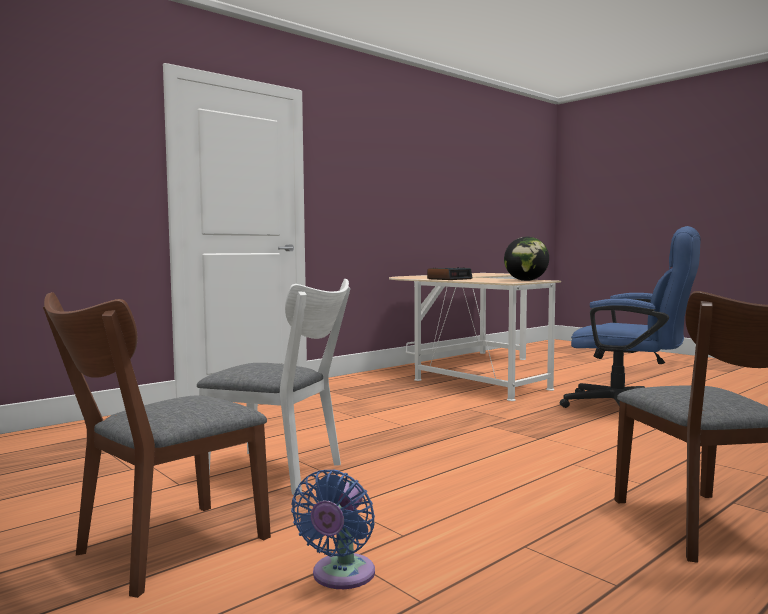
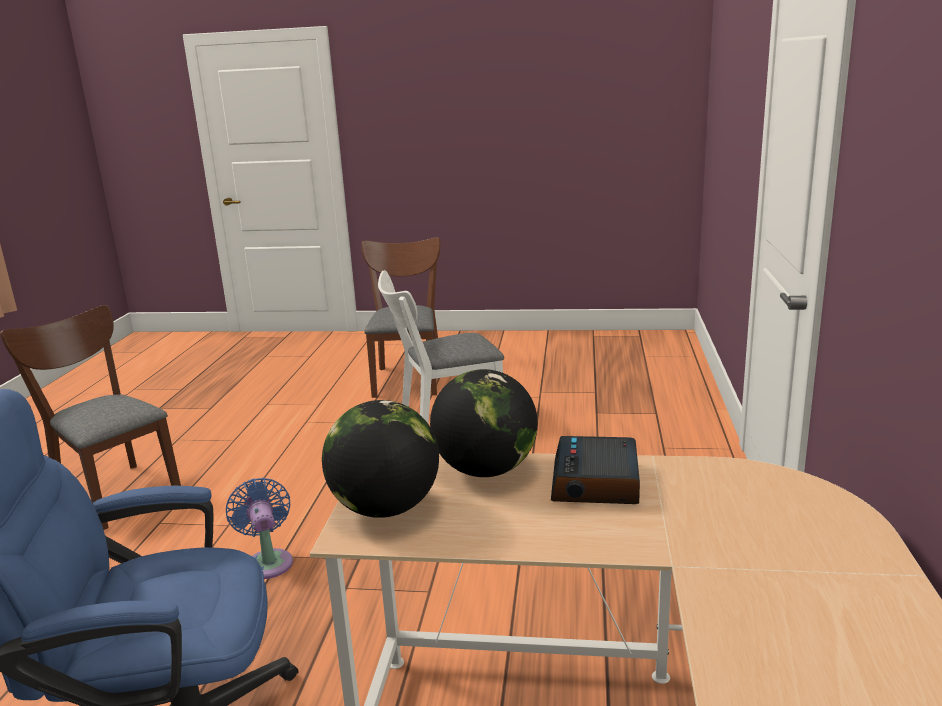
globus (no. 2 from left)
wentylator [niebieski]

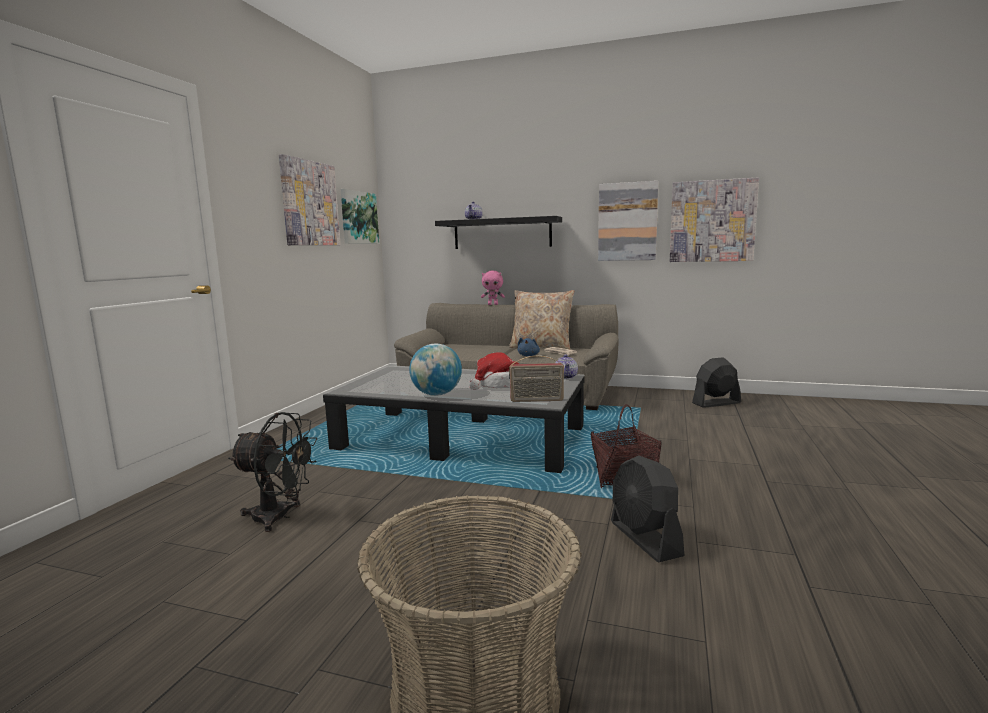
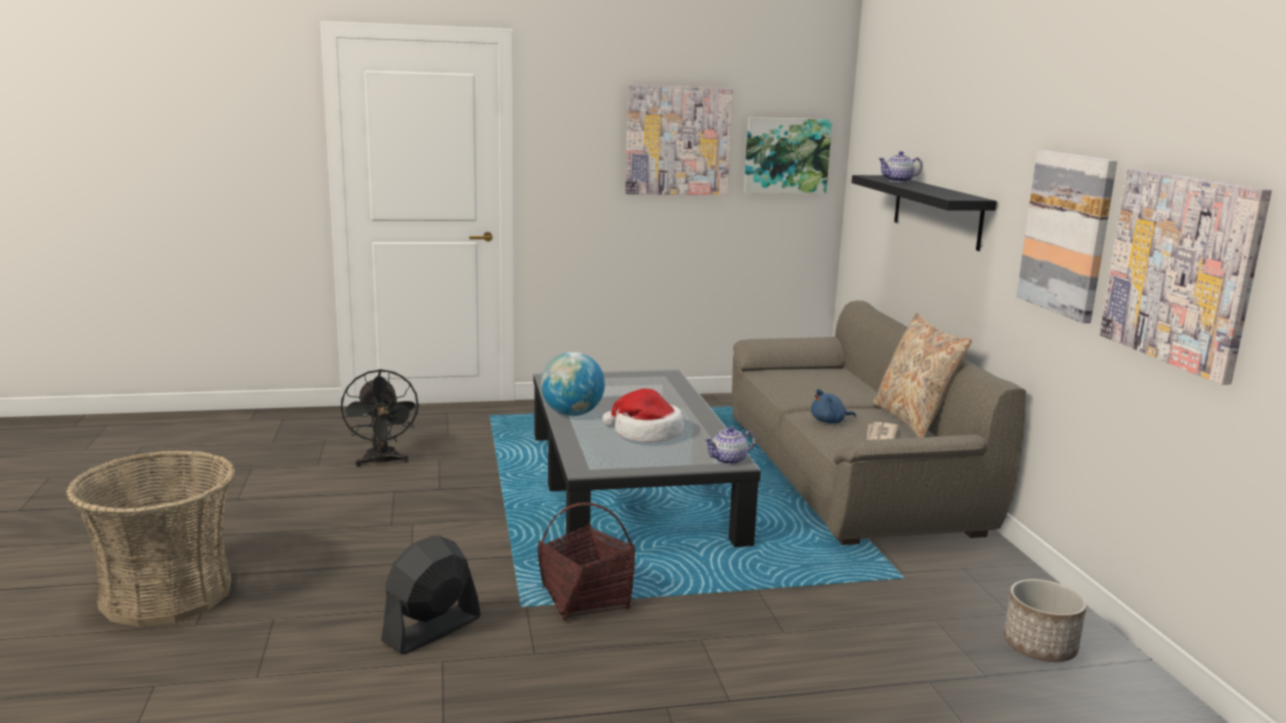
pluszak [różowy]
radio
donica

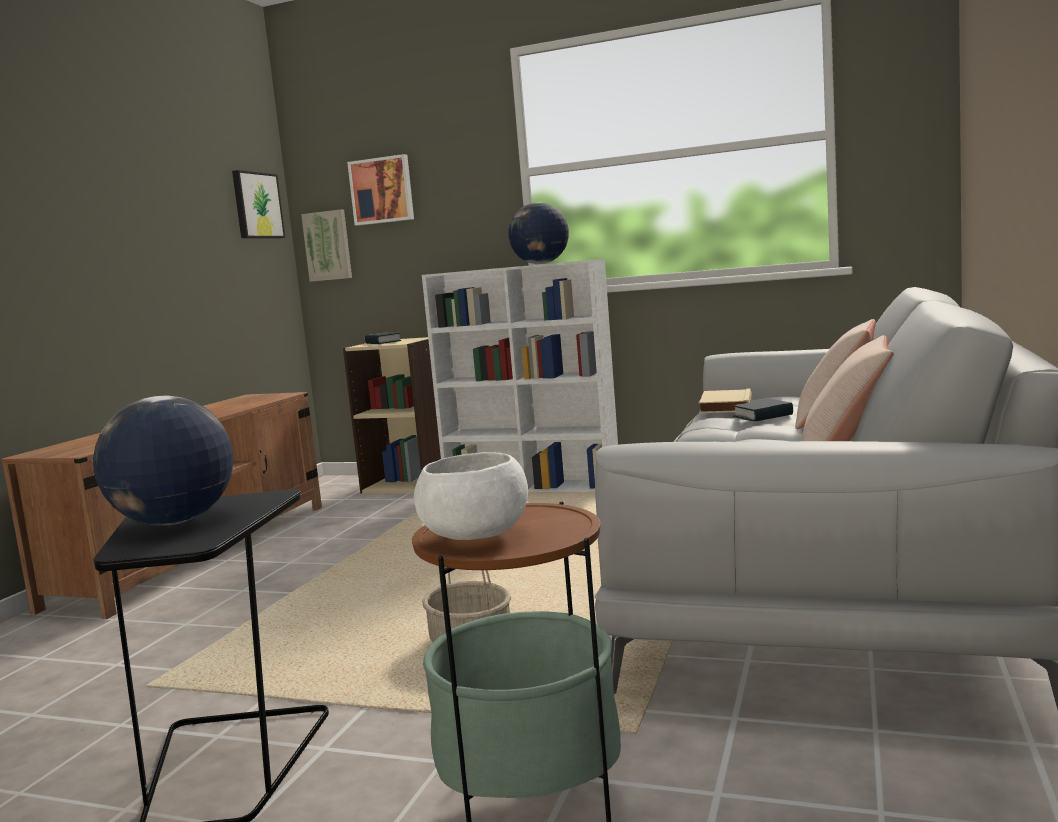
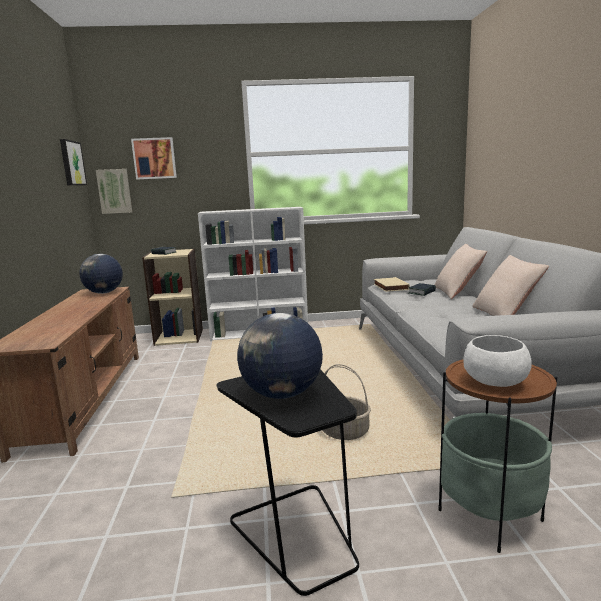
globus (no. 1 from left)

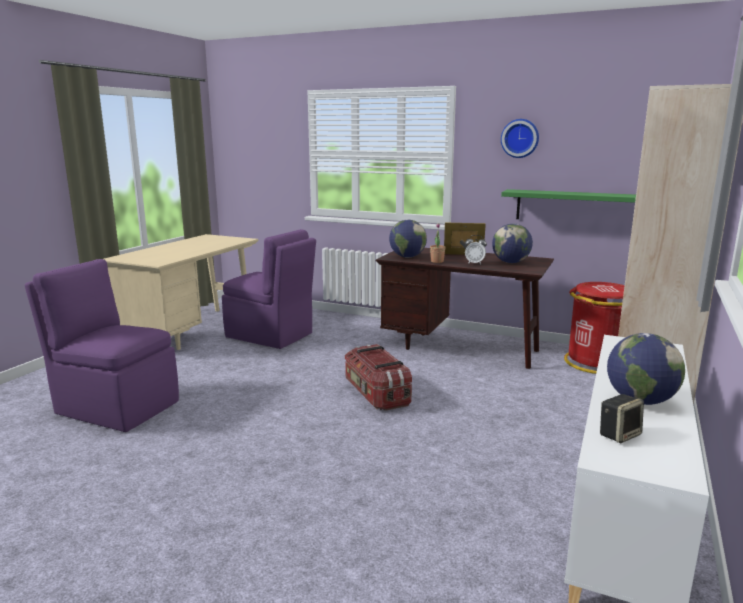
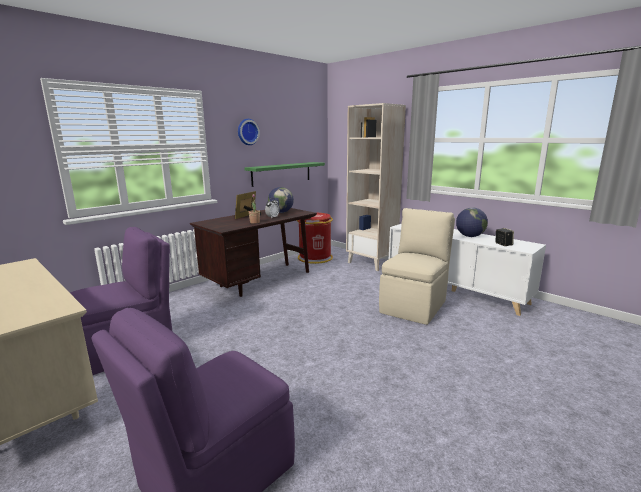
pojemnik do przechowywania
globus (no. 1 from left in the first image)
krzesło [beżowy]

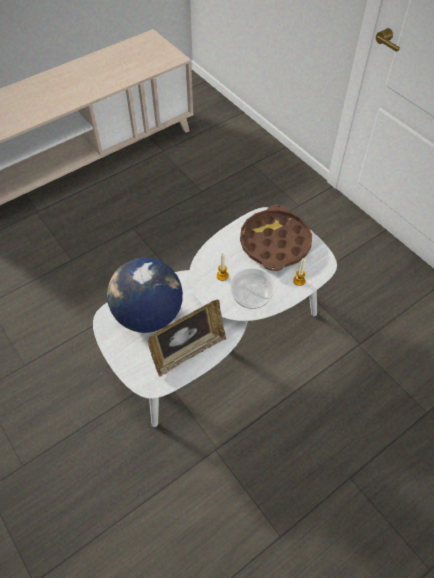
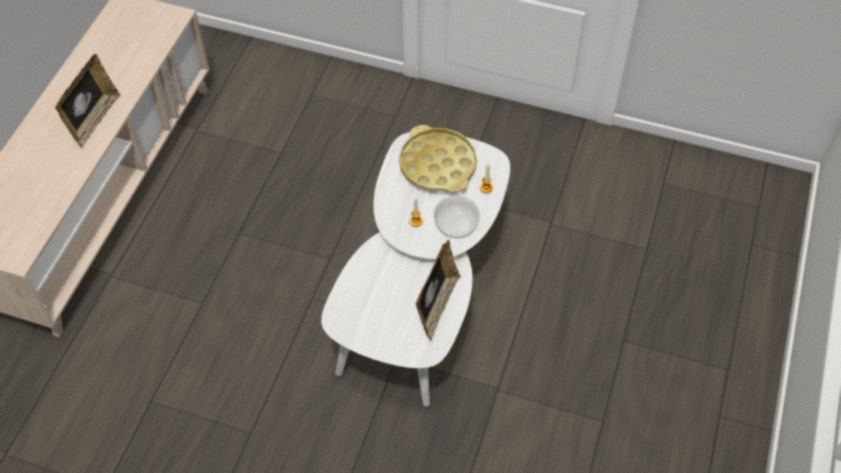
globus
ramka na zdjęcie (no. 1 from left)
taca [żółty]

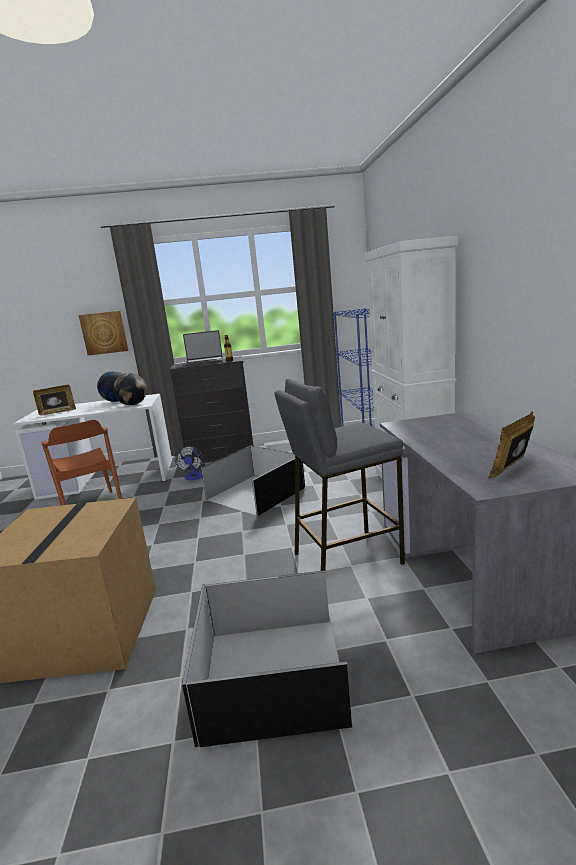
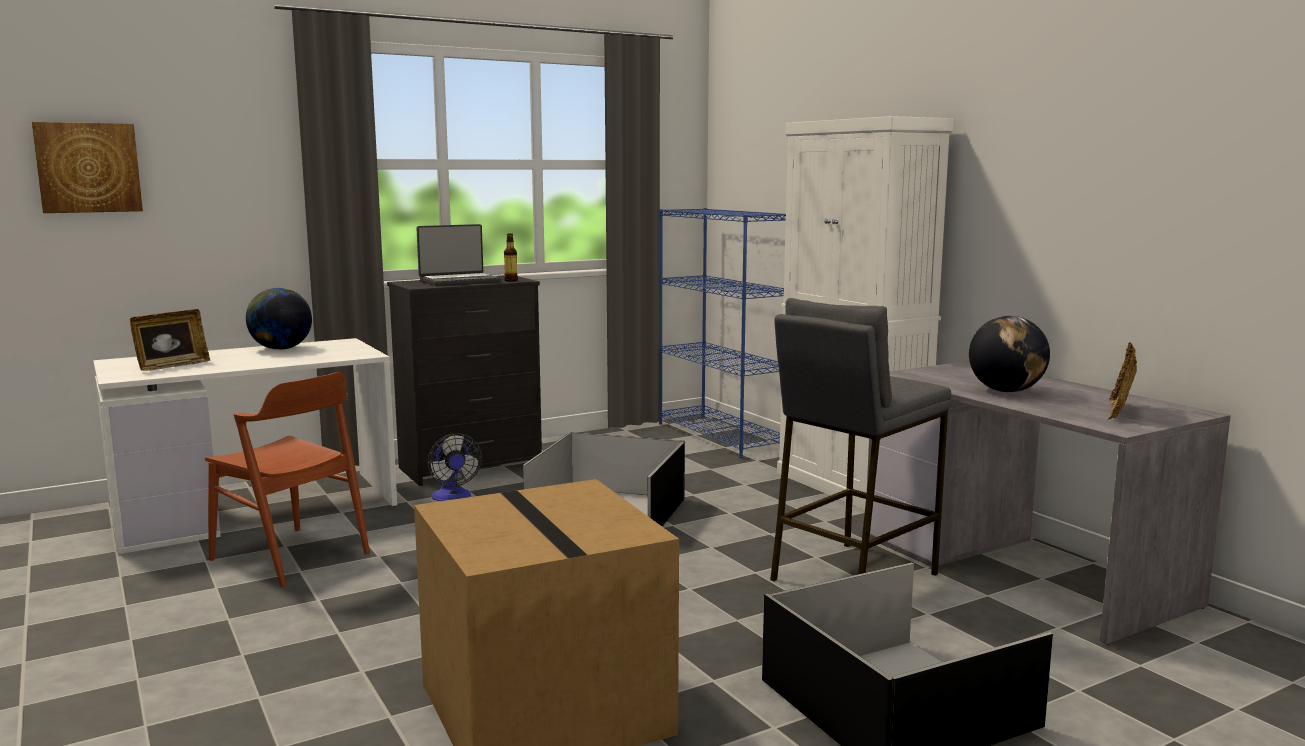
obraz
globus (no. 2 from left)

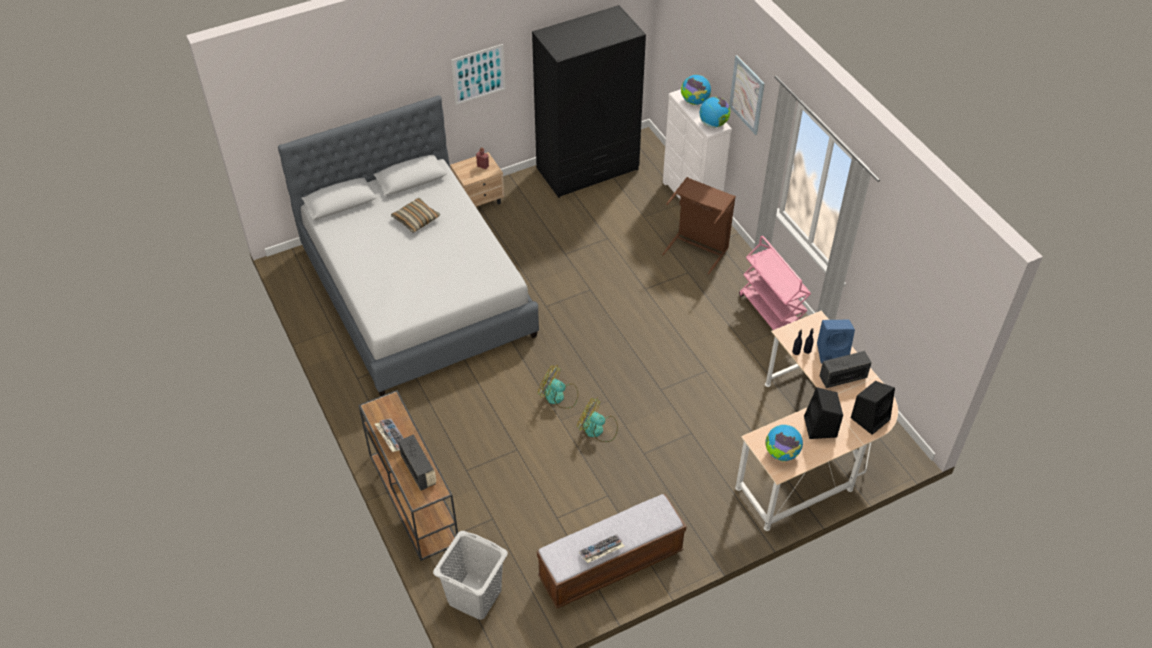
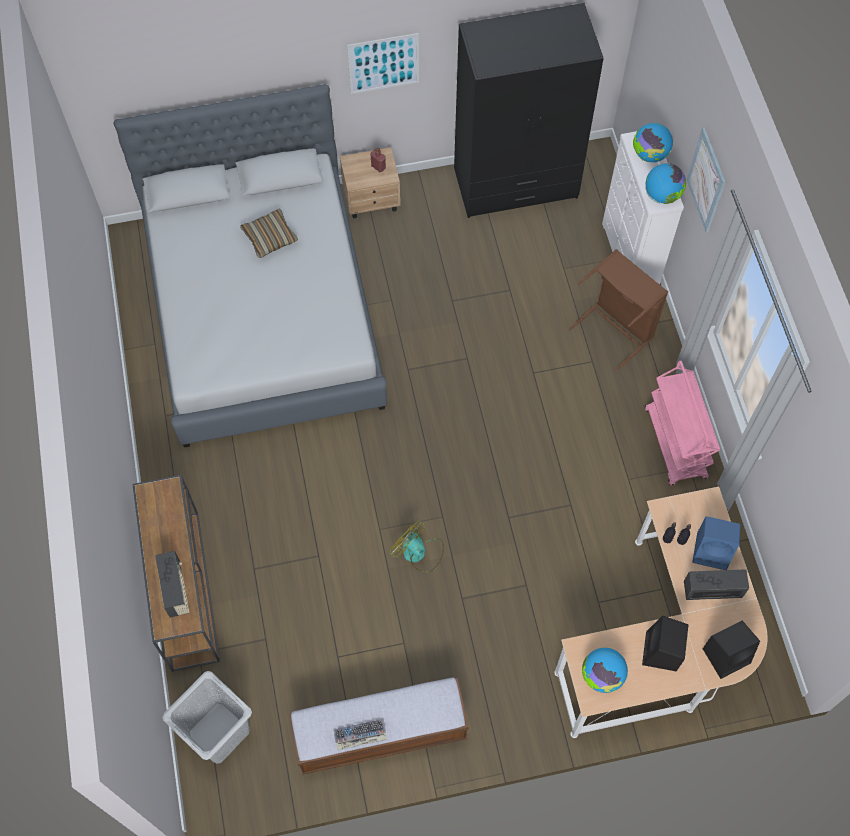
klawiatura (no. 1 from left in the first image)
wentylator (no. 1 from left in the first image)

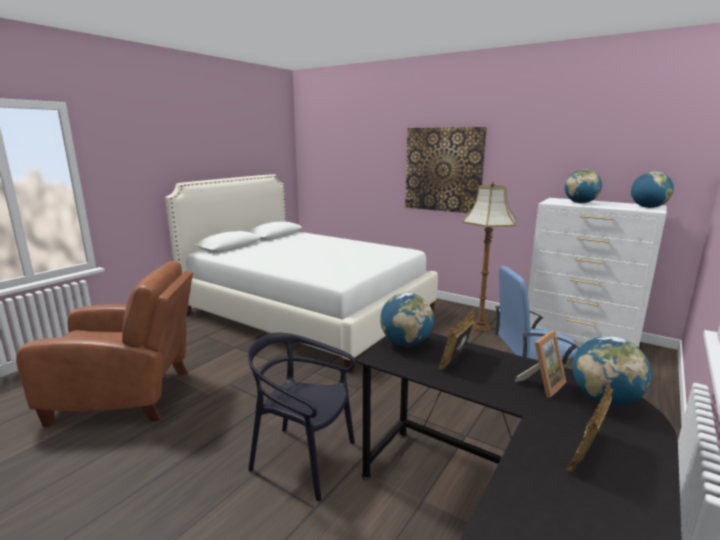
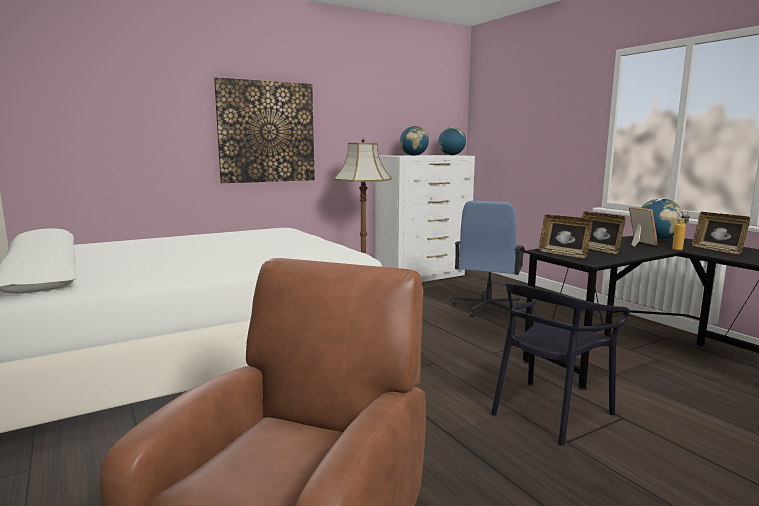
butelka
ramka na zdjęcie (no. 1 from left)

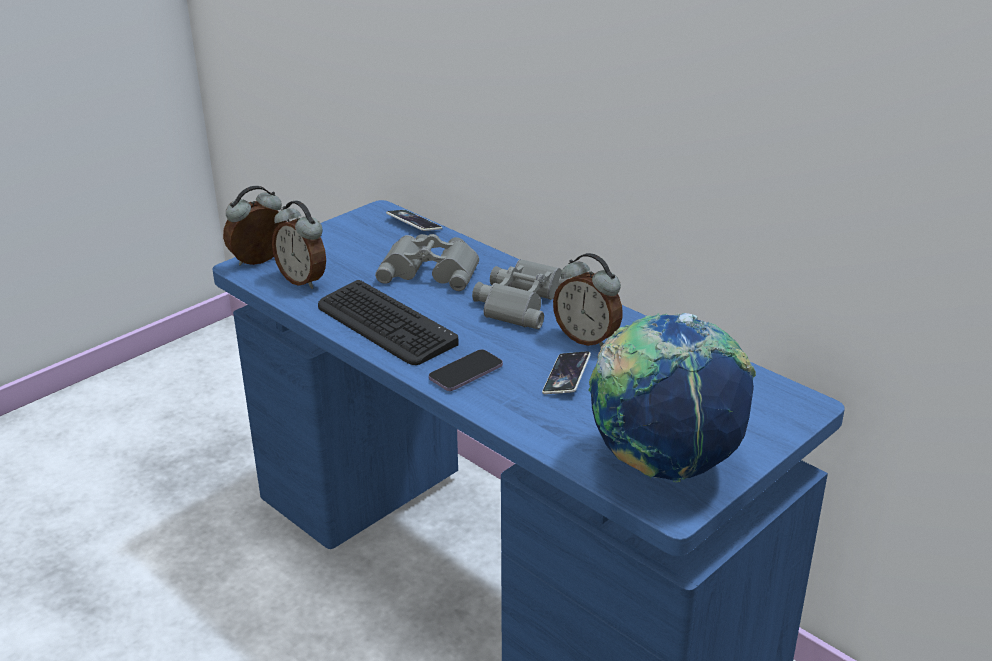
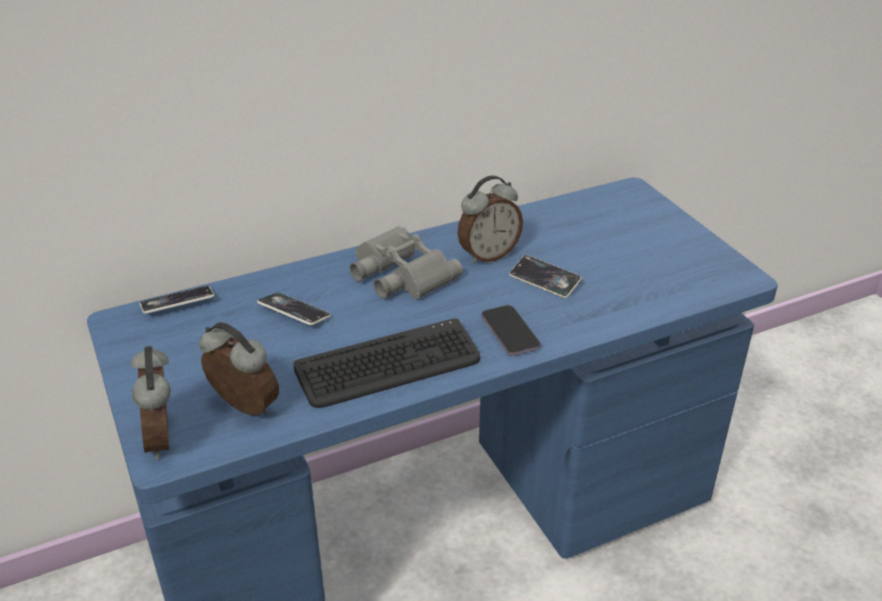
globus
telefon (no. 2 from left)
budzik (no. 2 from left)

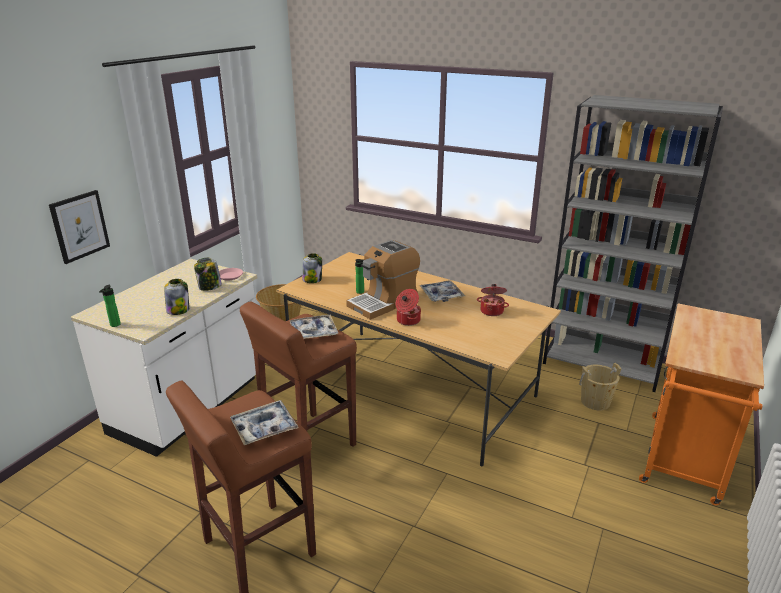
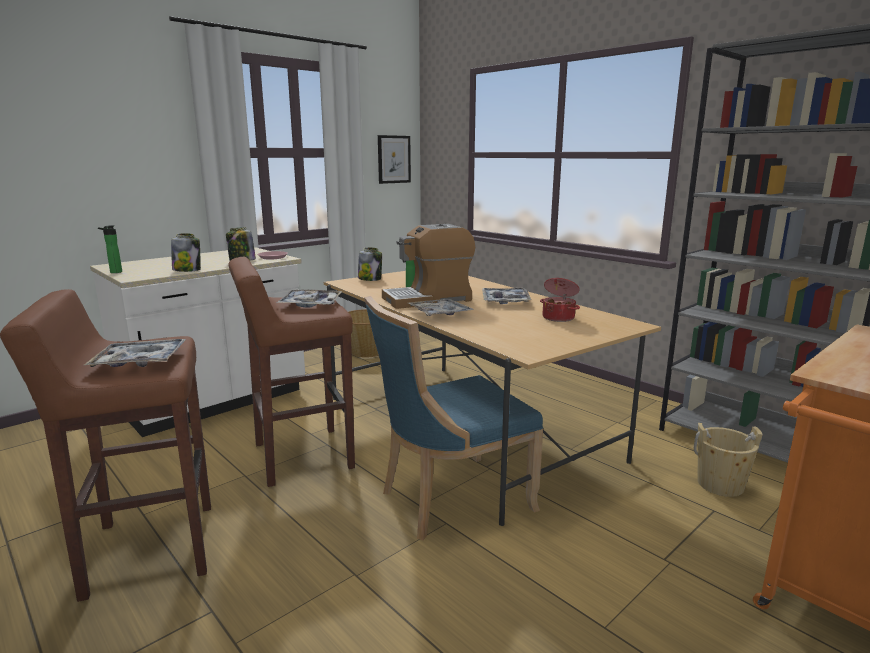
krzesło [niebieski]
obraz
taca (no. 3 from left)

